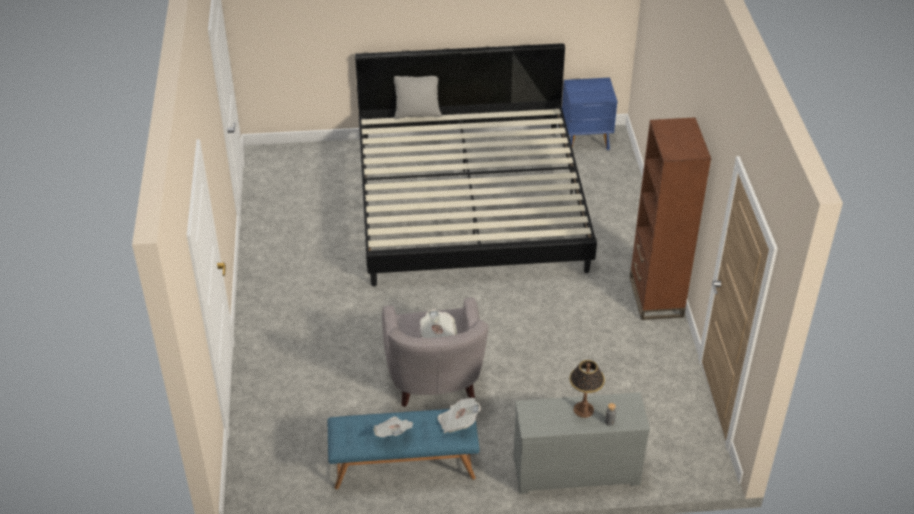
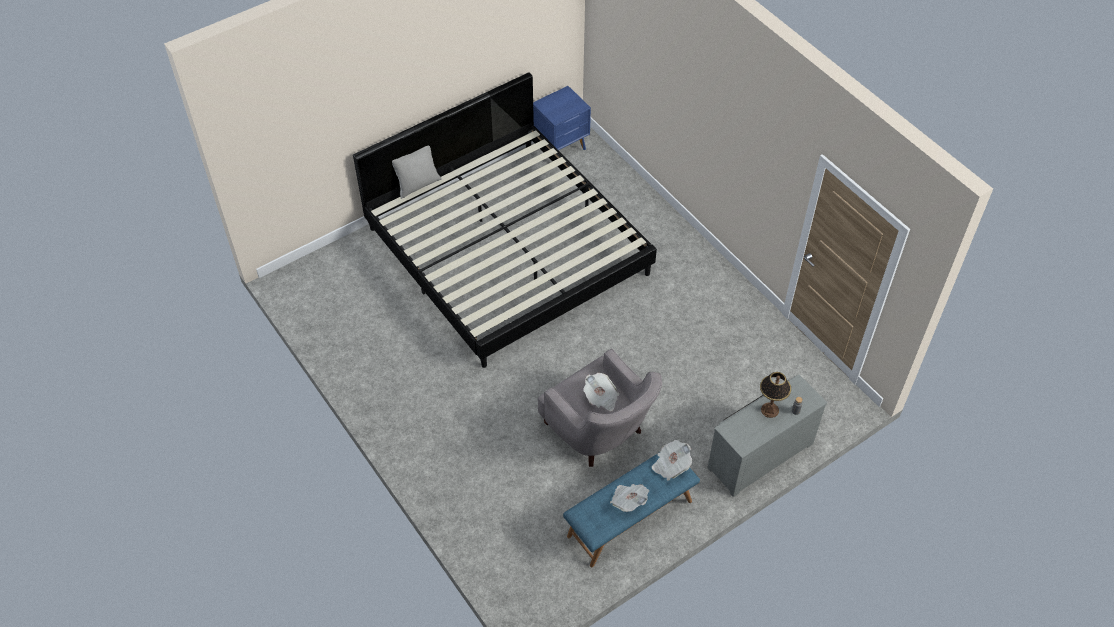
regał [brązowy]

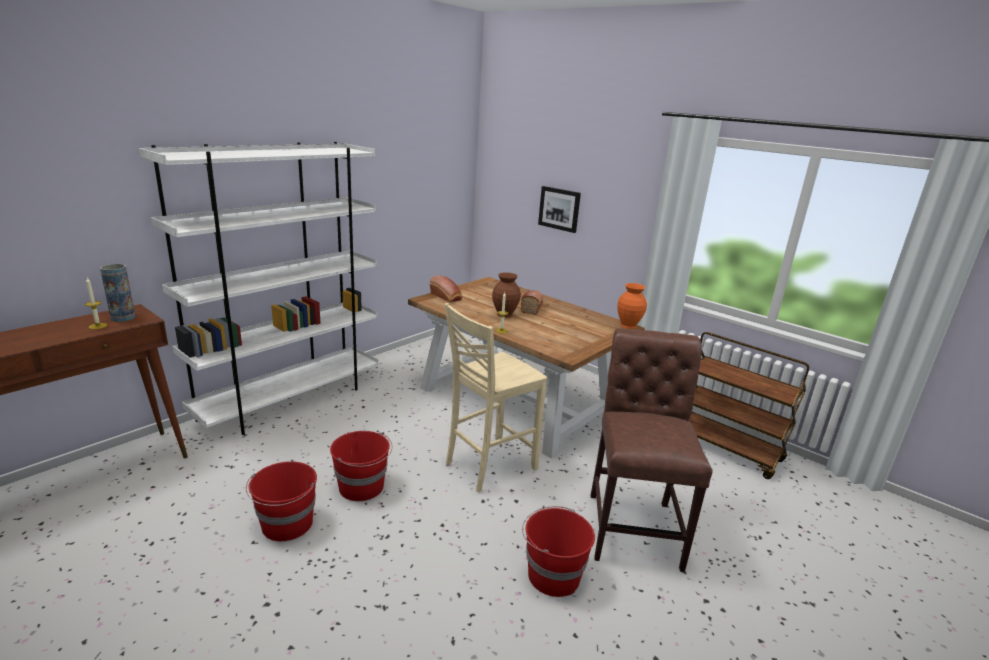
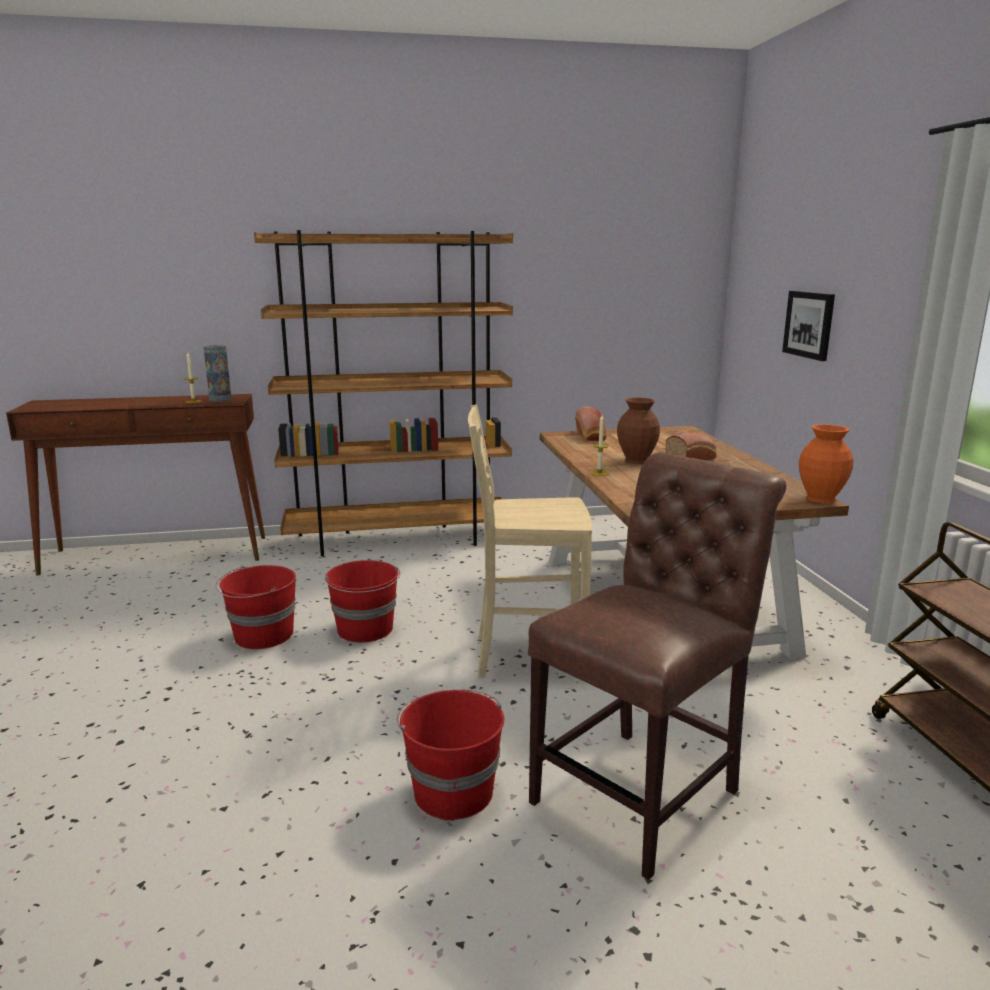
regał [brązowy]

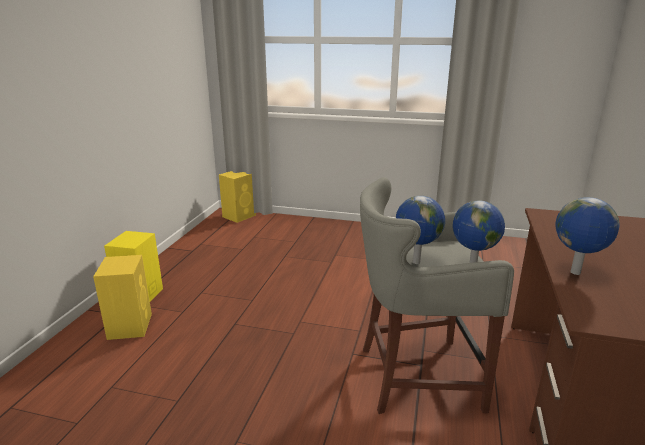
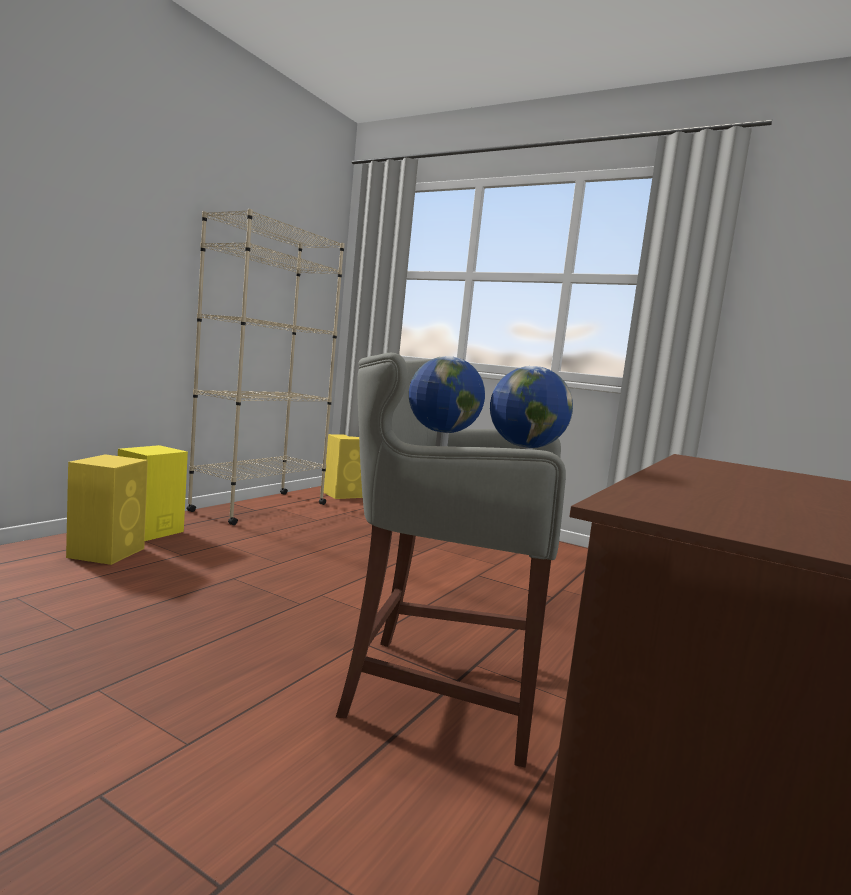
globus (no. 3 from left in the first image)
regał [beżowy]

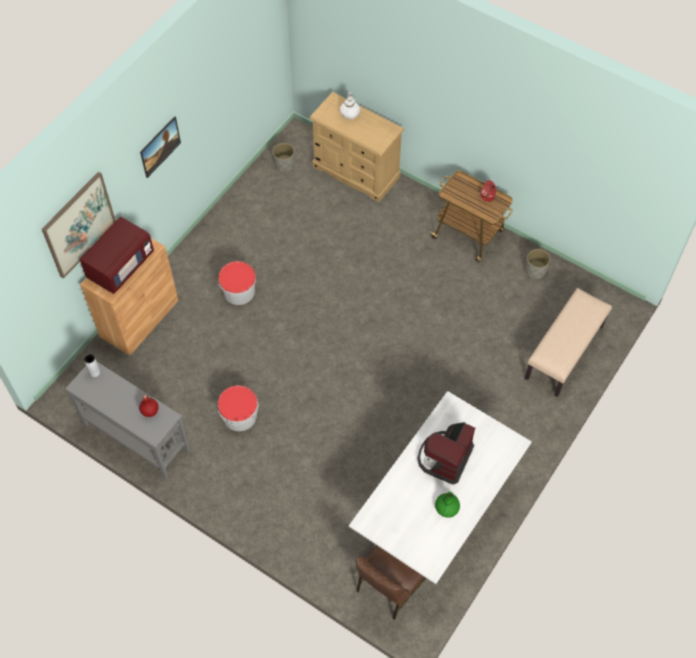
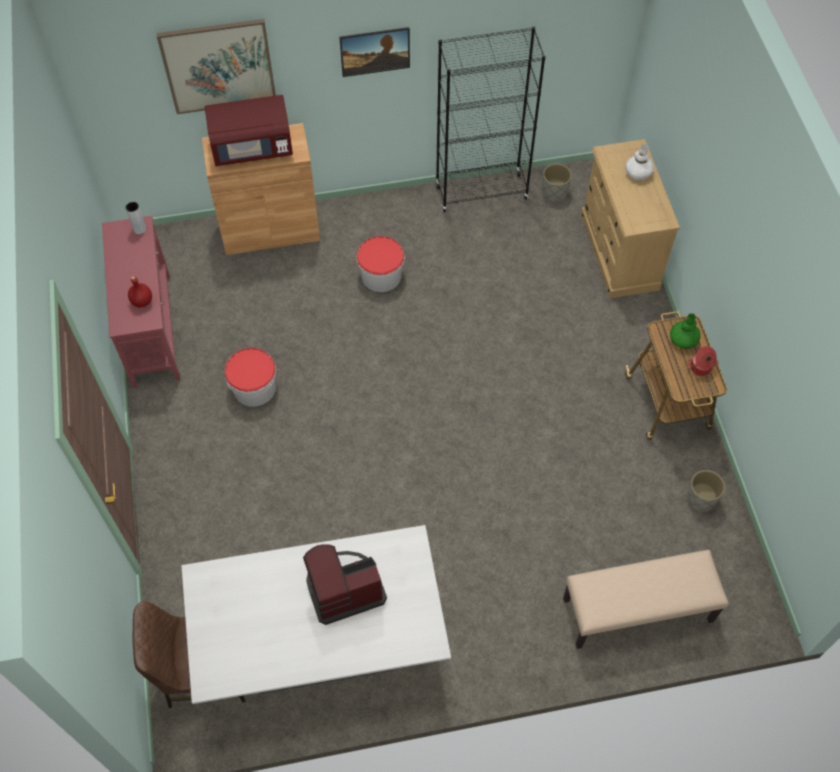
regał [czarny]
wazon [zielony]
stolik konsolowy [czerwony]

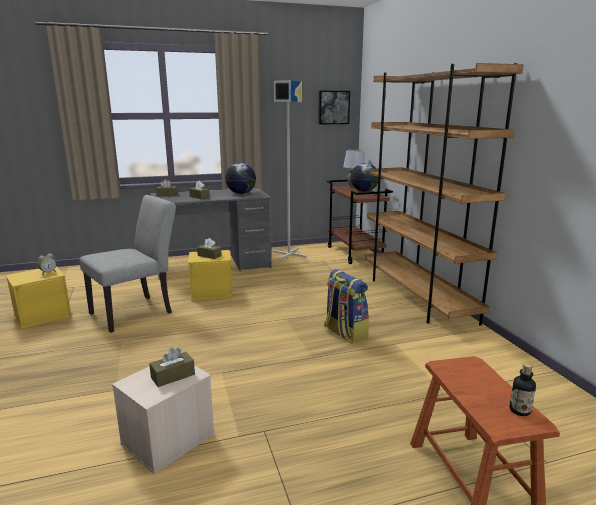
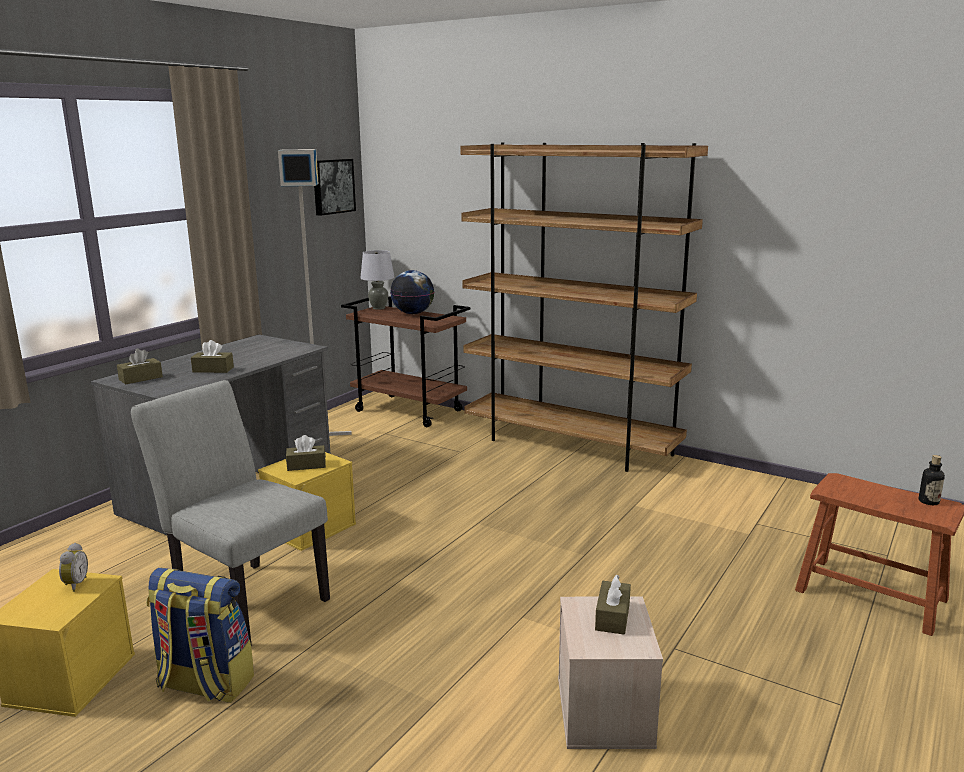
globus (no. 1 from left in the first image)
plecak
krzesło [szary]

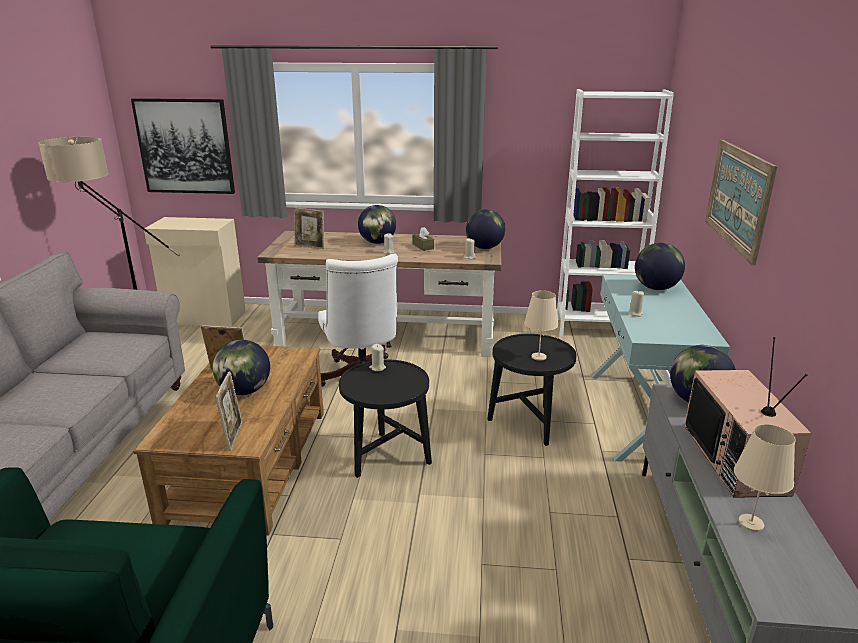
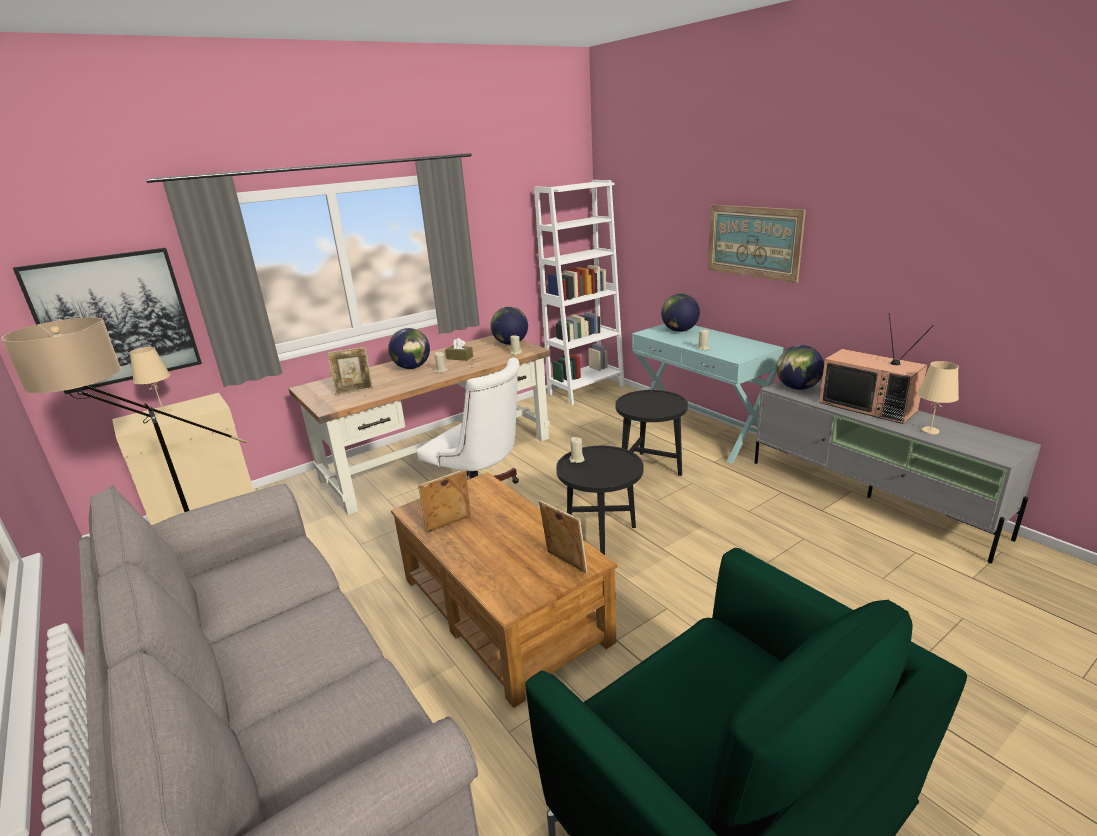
globus (no. 1 from left in the first image)
lampa stołowa [beżowy] (no. 1 from left)

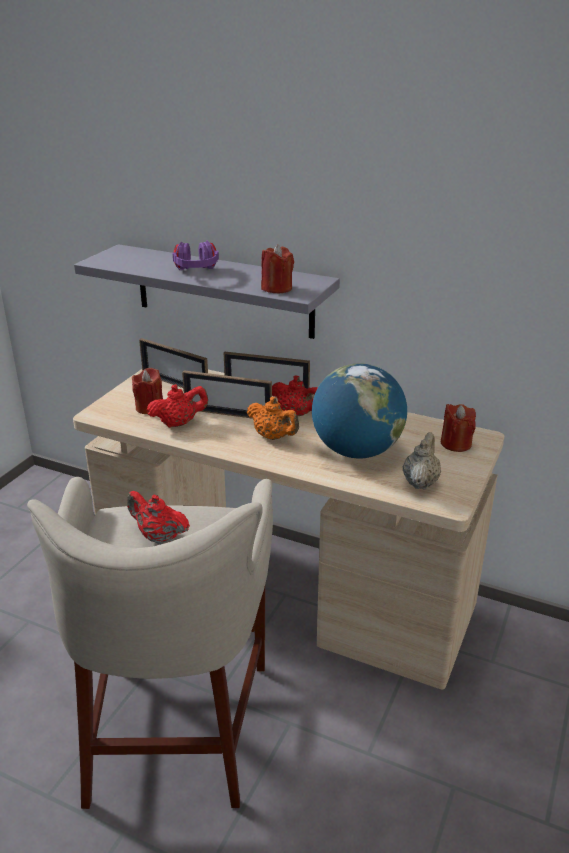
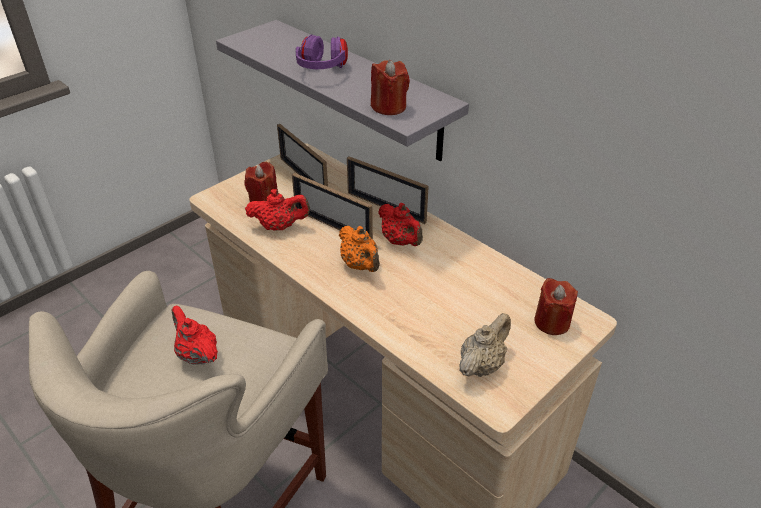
globus

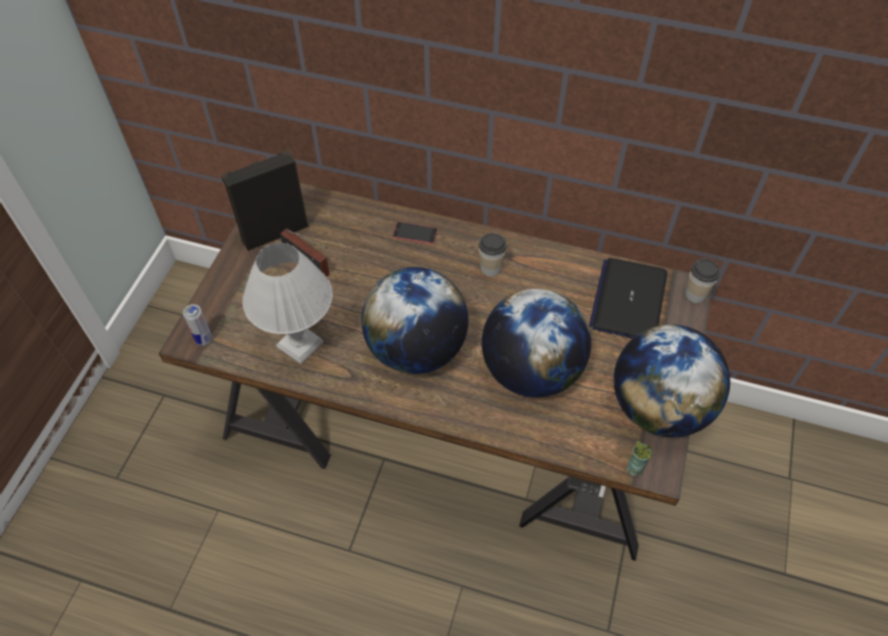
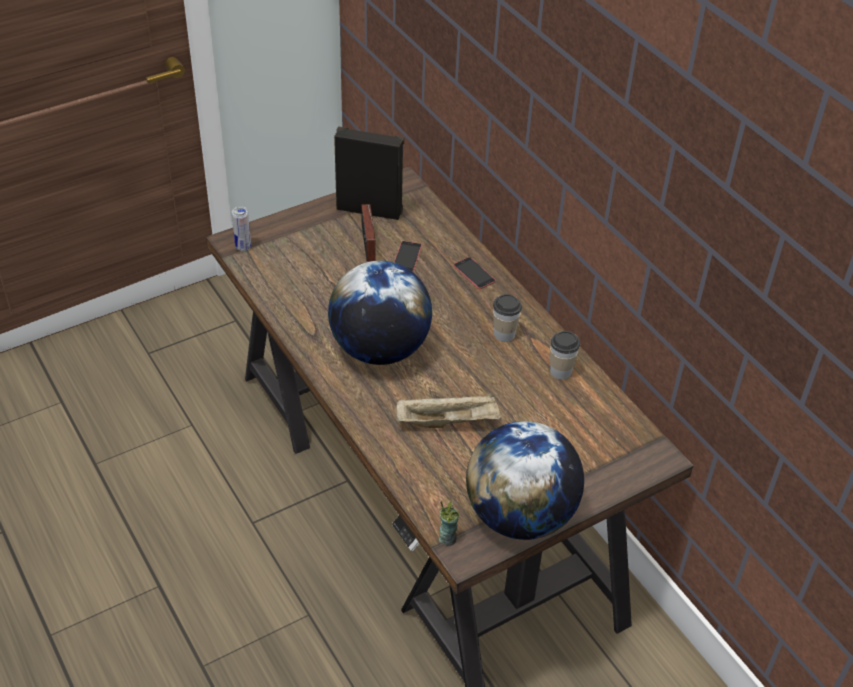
lampa stołowa [biały]
laptop
telefon (no. 1 from left)
filiżanka (no. 3 from left)
taca [beżowy]

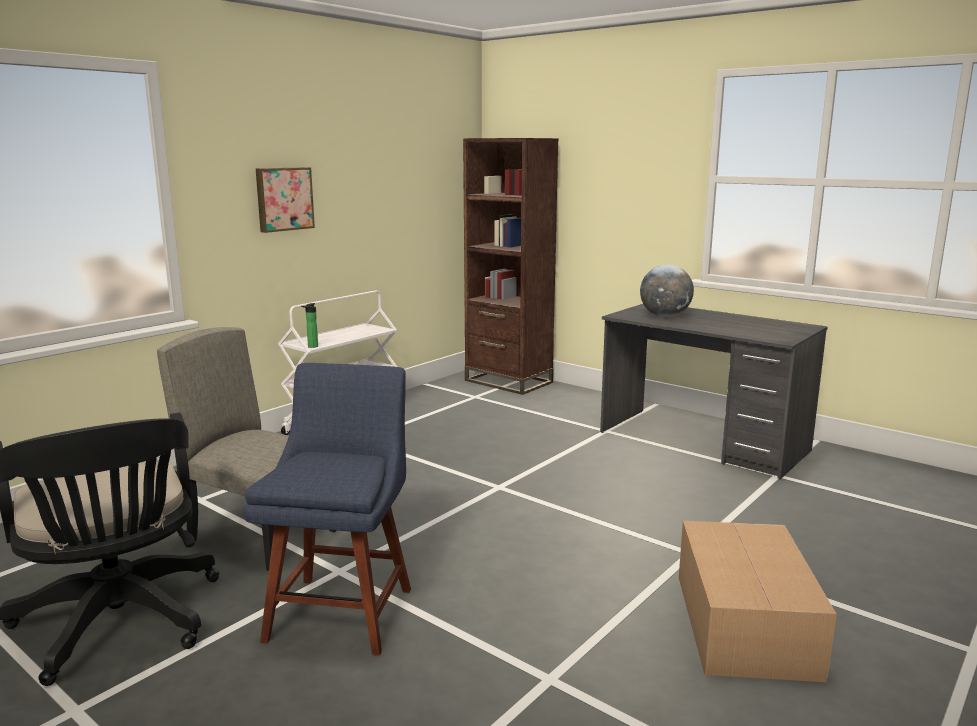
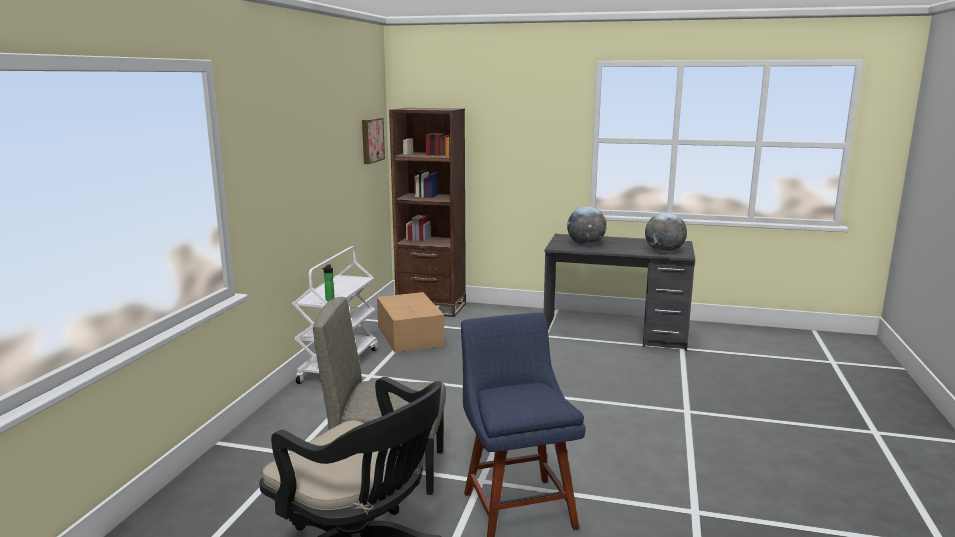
globus (no. 2 from left)
obraz
karton

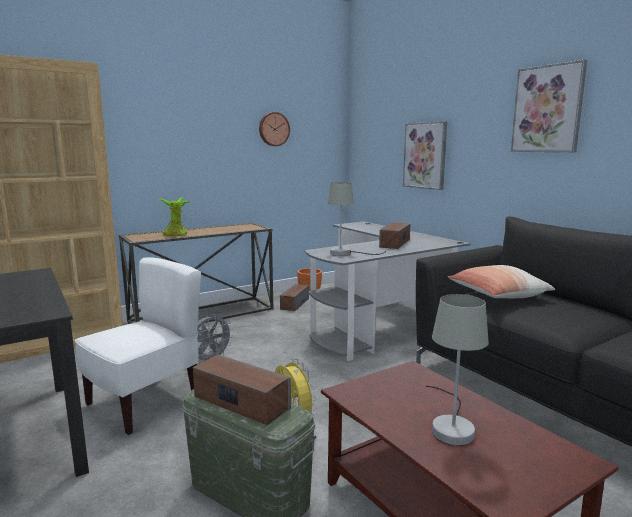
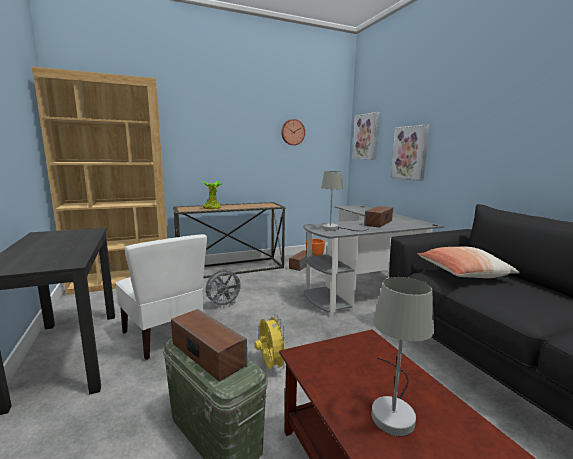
obraz (no. 1 from left)
krzesło [biały]

